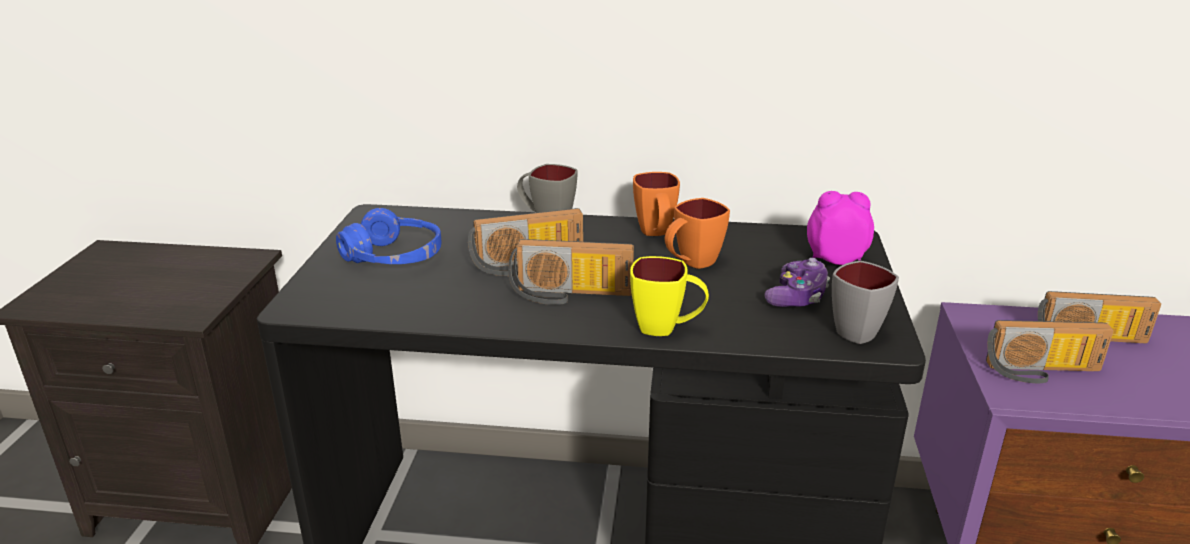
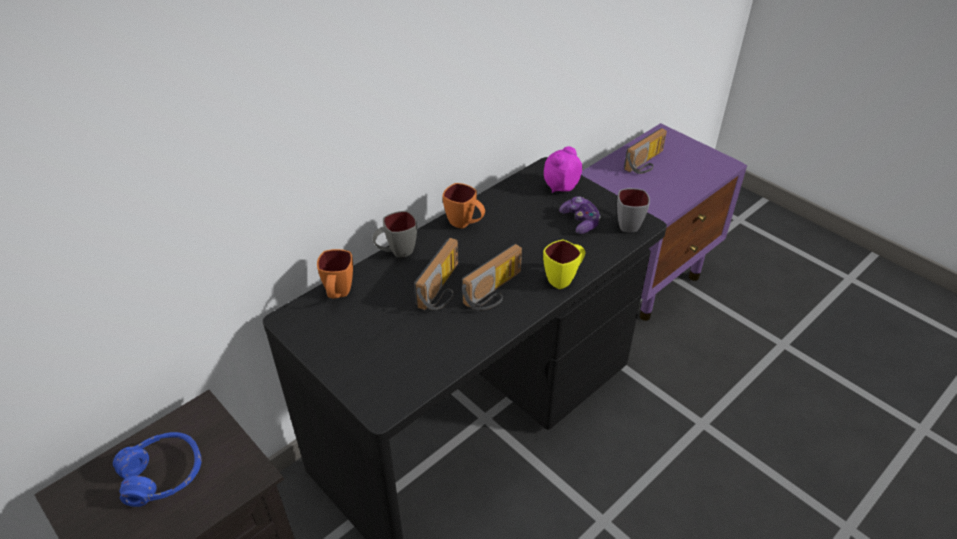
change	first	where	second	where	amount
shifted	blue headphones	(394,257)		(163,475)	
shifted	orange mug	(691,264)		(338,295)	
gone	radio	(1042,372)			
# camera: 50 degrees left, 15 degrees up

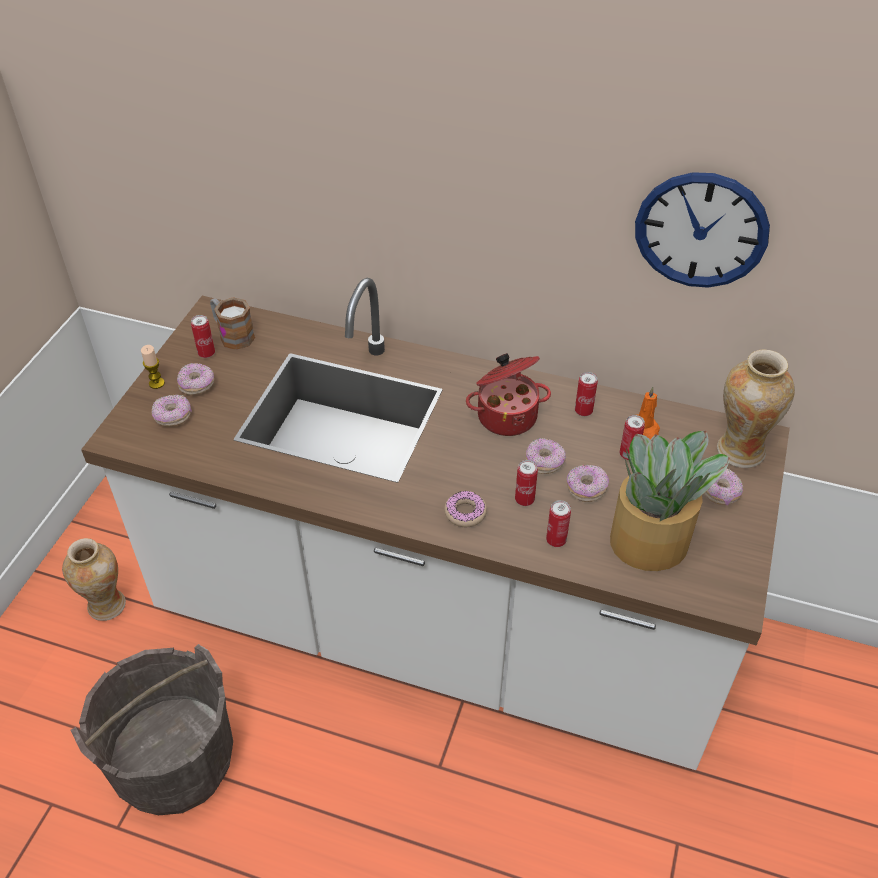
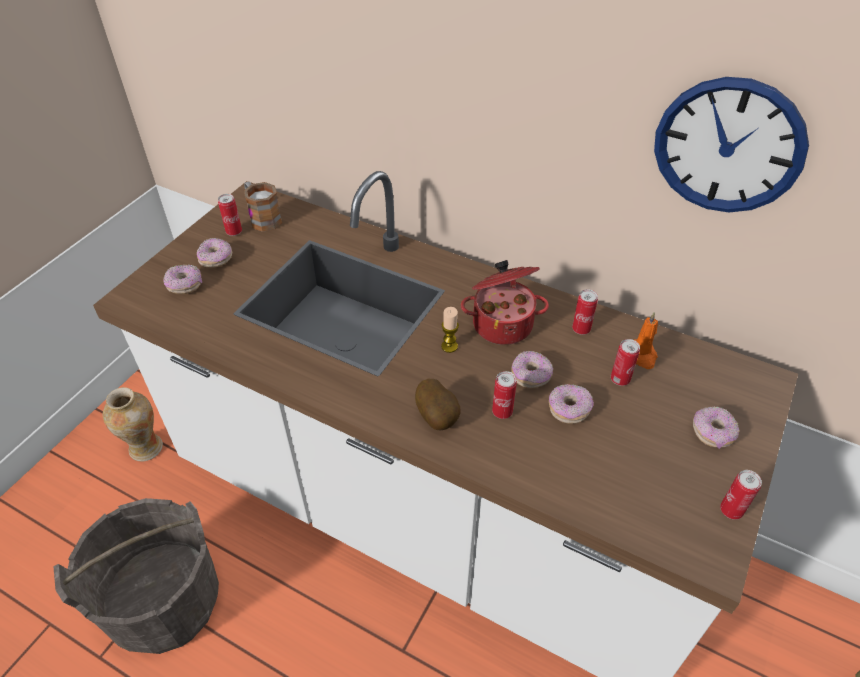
change	first	where	second	where	amount
shifted	candle	(156,383)		(449,346)	
swapped	donut	(465,513)	potato	(438,417)	
shifted	can	(556,540)		(731,510)	
gone	potted plant	(651,542)			
gone	vase	(740,451)			
# camera: 10 degrees right, 0 degrees up

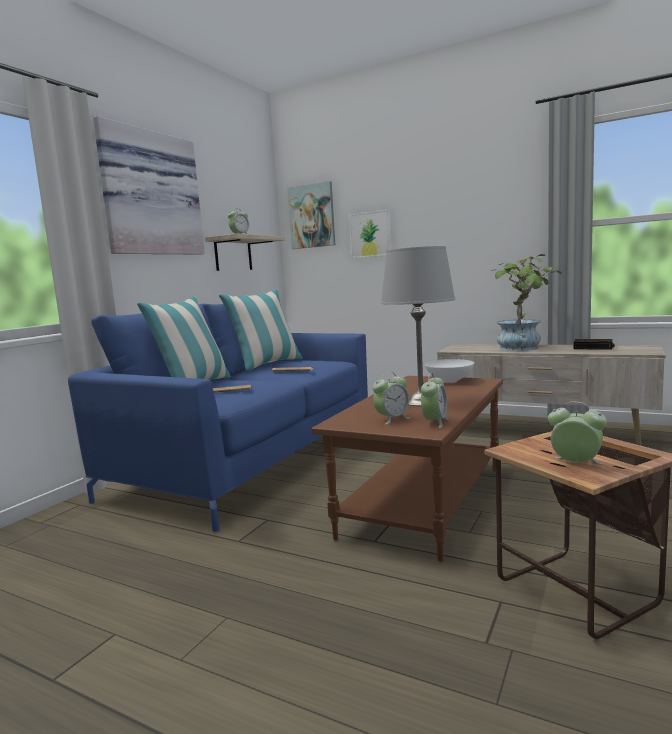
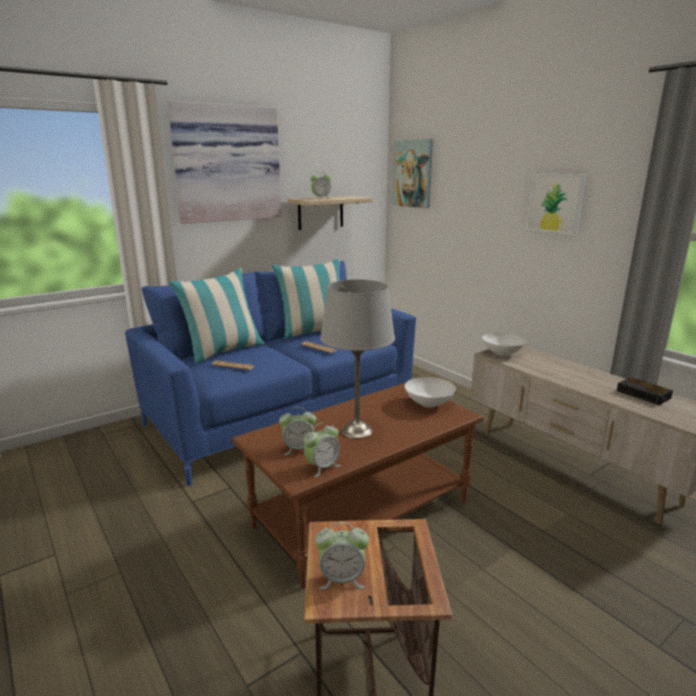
change	first	where	second	where	amount
shifted	picture	(370,234)		(555,203)	
gone	potted plant	(524,348)			
rotated	alarm clock	(576,464)		(342,578)	120 degrees clockwise
new			white bowl	(502,353)	
# camera: 25 degrees right, 10 degrees up

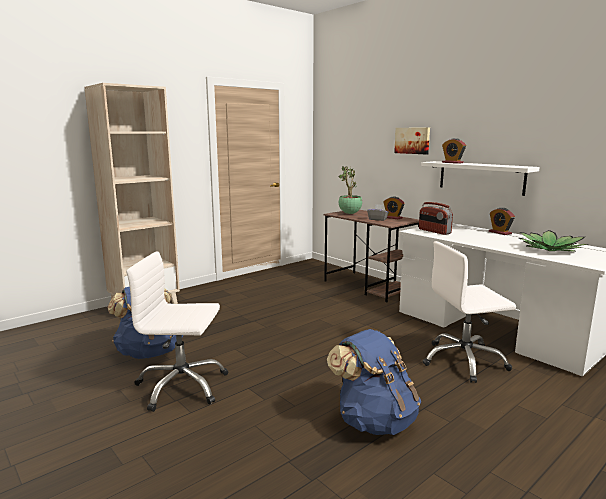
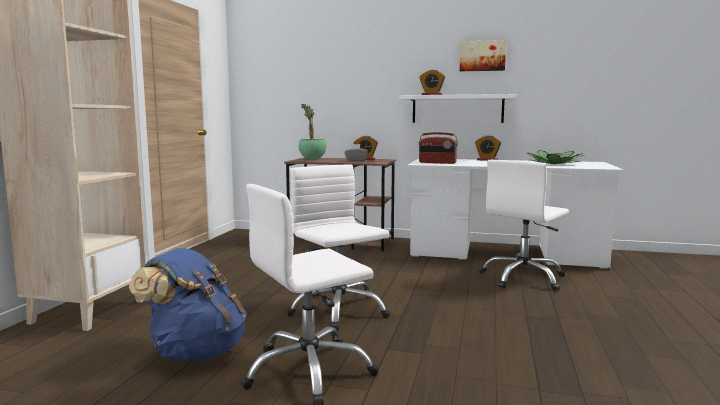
change	first	where	second	where	amount
gone	blue backpack	(374,420)			
shifted	picture	(412,140)		(482,56)	
new			white office chair	(338,310)	
# camera: 35 degrees left, 5 degrees down

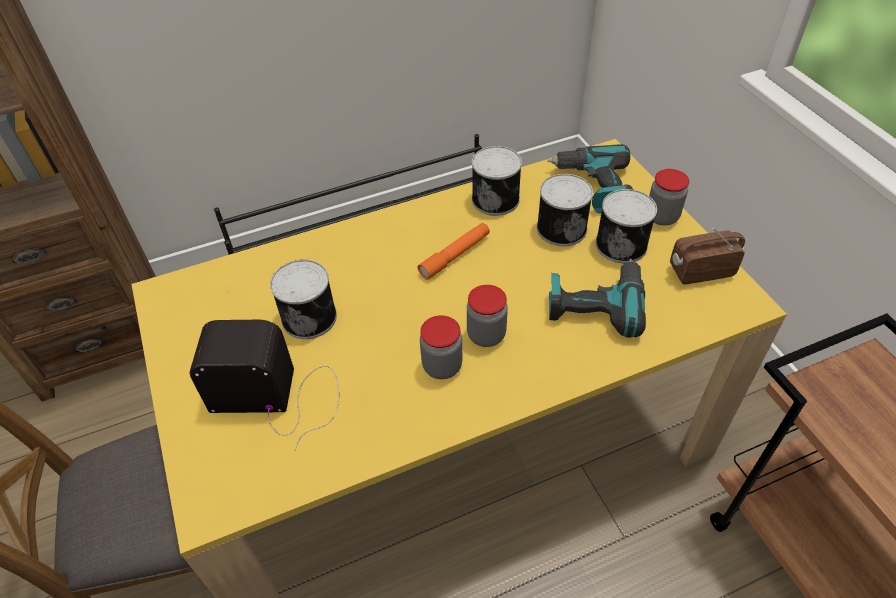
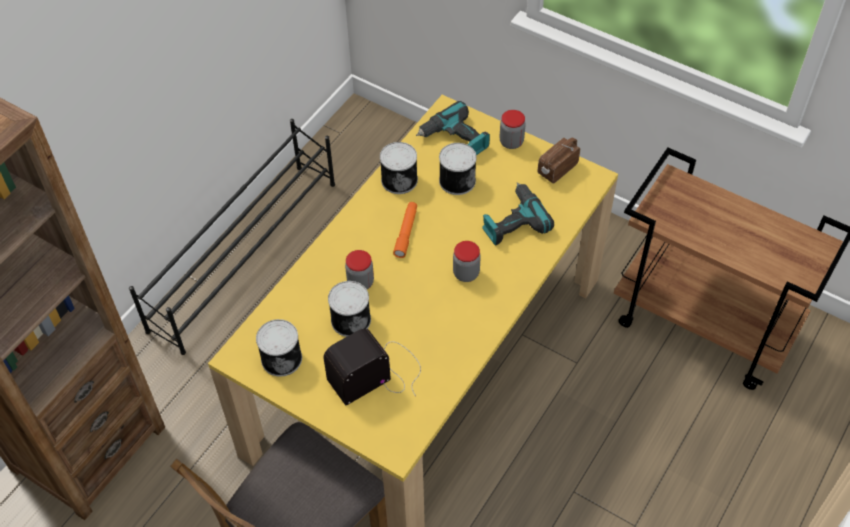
change	first	where	second	where	amount
shifted	jar	(442,366)		(360,282)	
shifted	can	(621,244)		(281,357)	
# camera: 35 degrees left, 5 degrees up

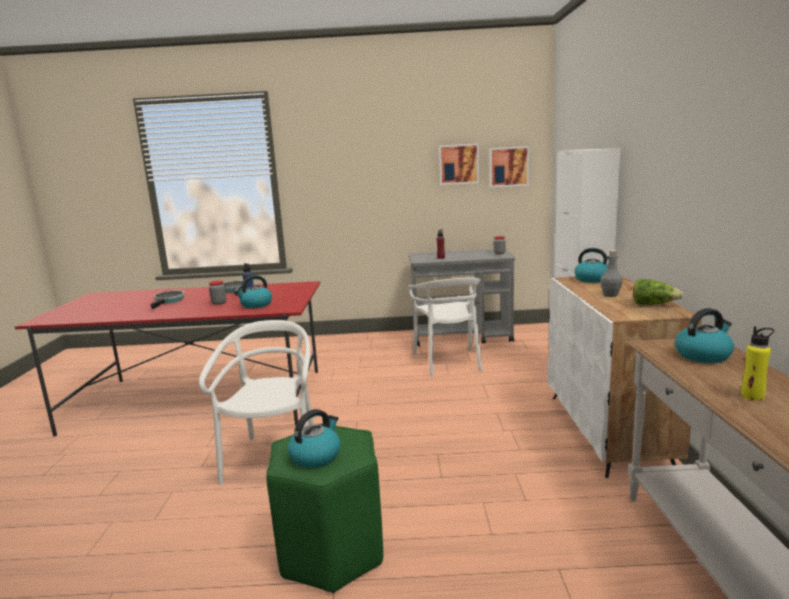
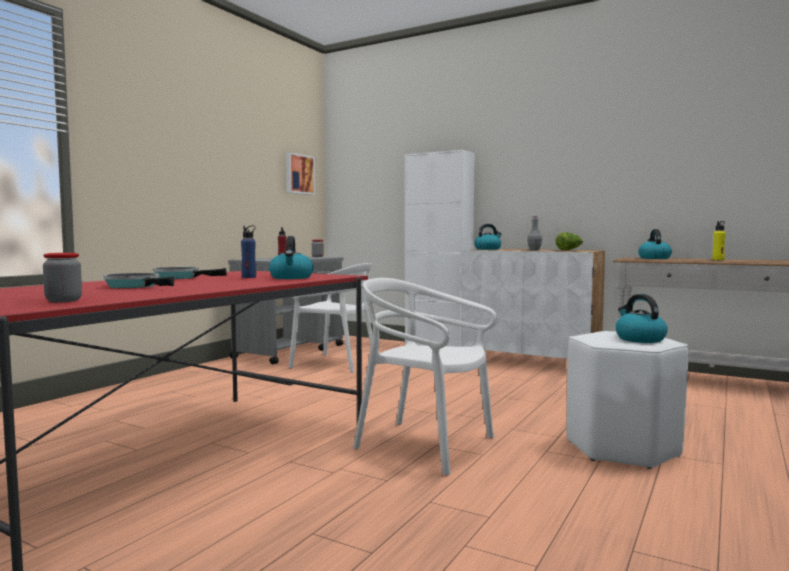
change	first	where	second	where	amount
shifted	jar	(219,303)		(63,301)	
repainted	green stool	(331,551)	white stool	(621,448)	
gone	picture	(458,164)			
# camera: 60 degrees left, 10 degrees down

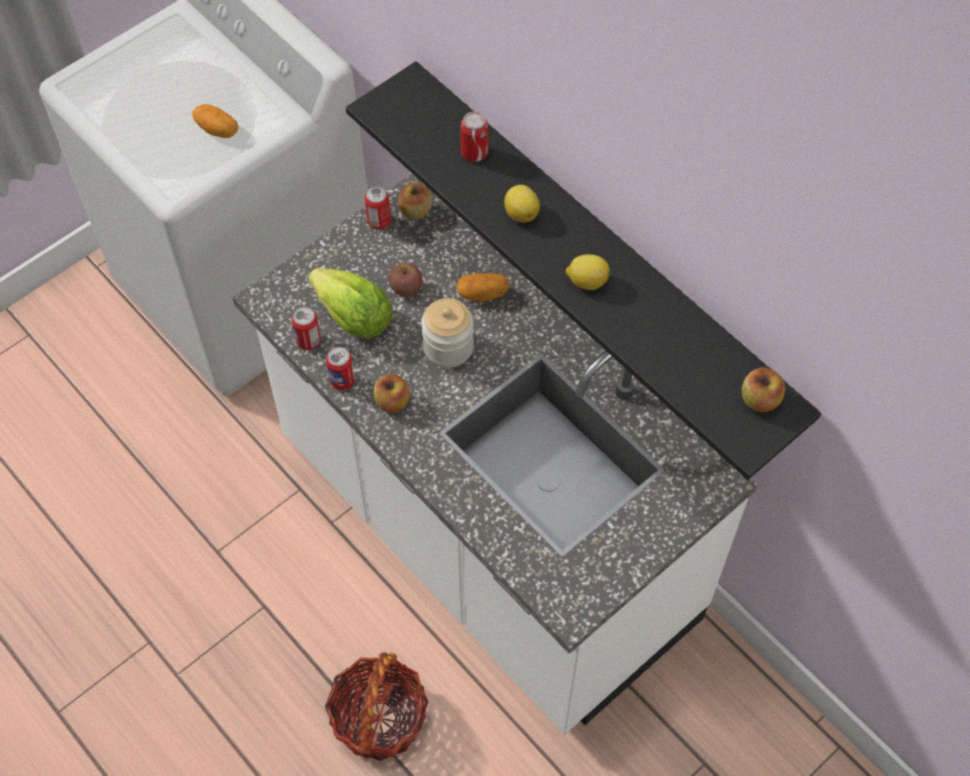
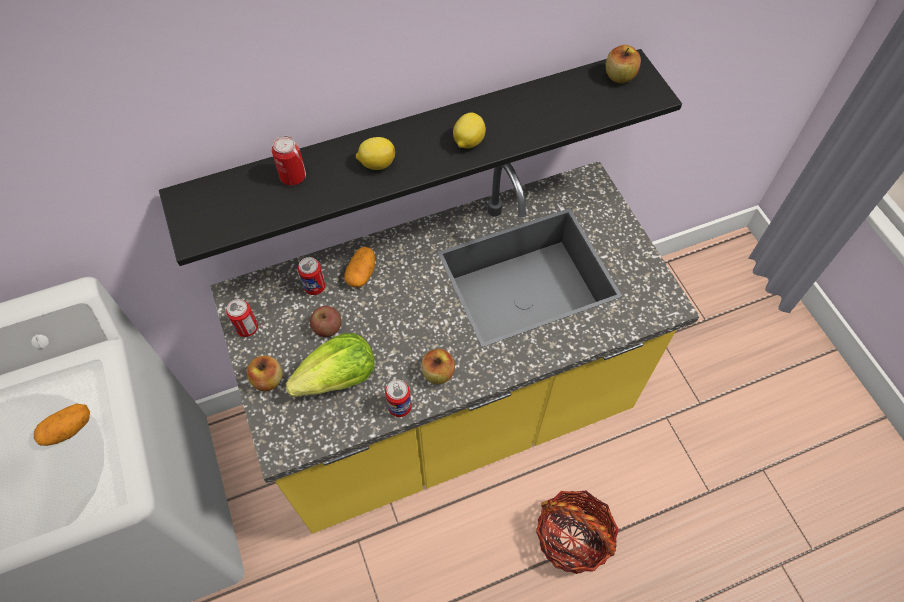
change	first	where	second	where	amount
repainted	white counter	(485,534)	yellow counter	(452,414)	
shifted	can	(308,341)		(315,287)	
shifted	apple	(415,211)		(268,380)	
gone	jar	(448,347)			
# camera: 70 degrees left, 0 degrees up

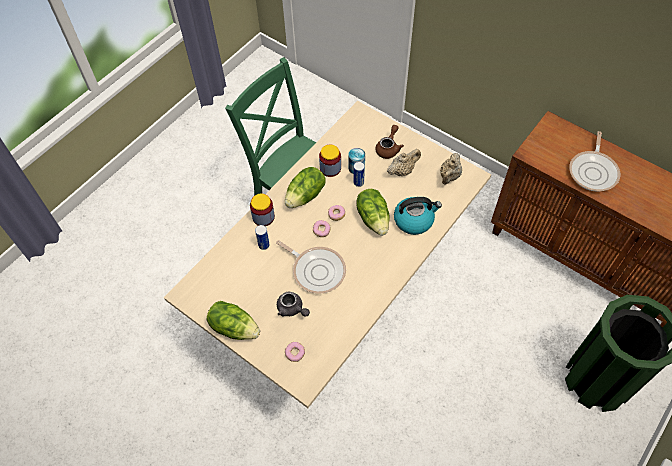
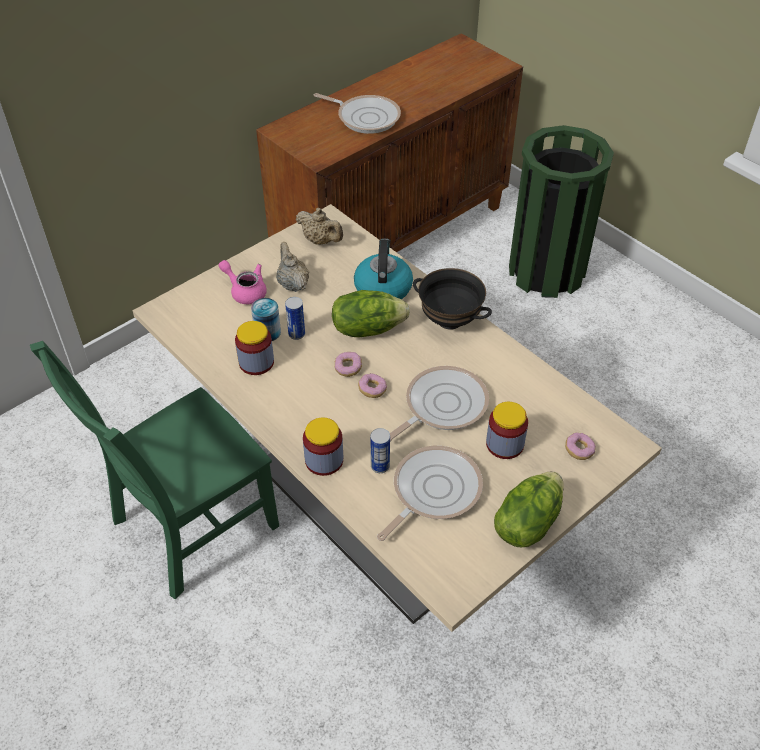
change	first	where	second	where	amount
swapped	grey teapot	(292,309)	jar	(504,444)	
gone	lettuce	(306,196)			
repainted	brown teapot	(388,148)	pink teapot	(245,291)	
new			frying pan	(432,491)	
new			black bowl	(450,320)	
# camera: 80 degrees left, 10 degrees down

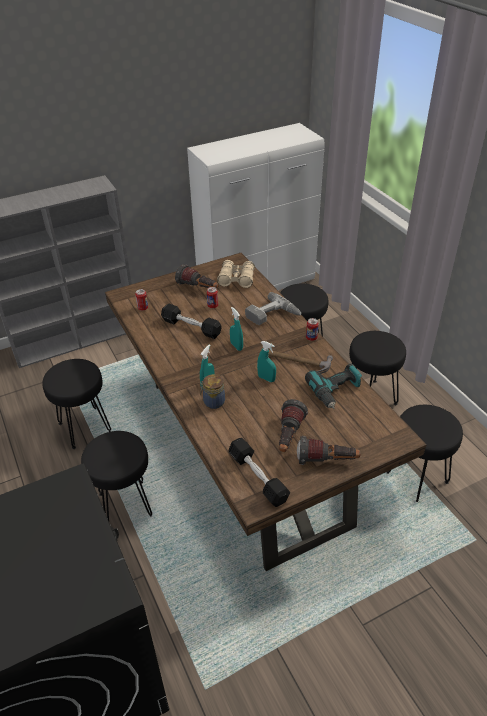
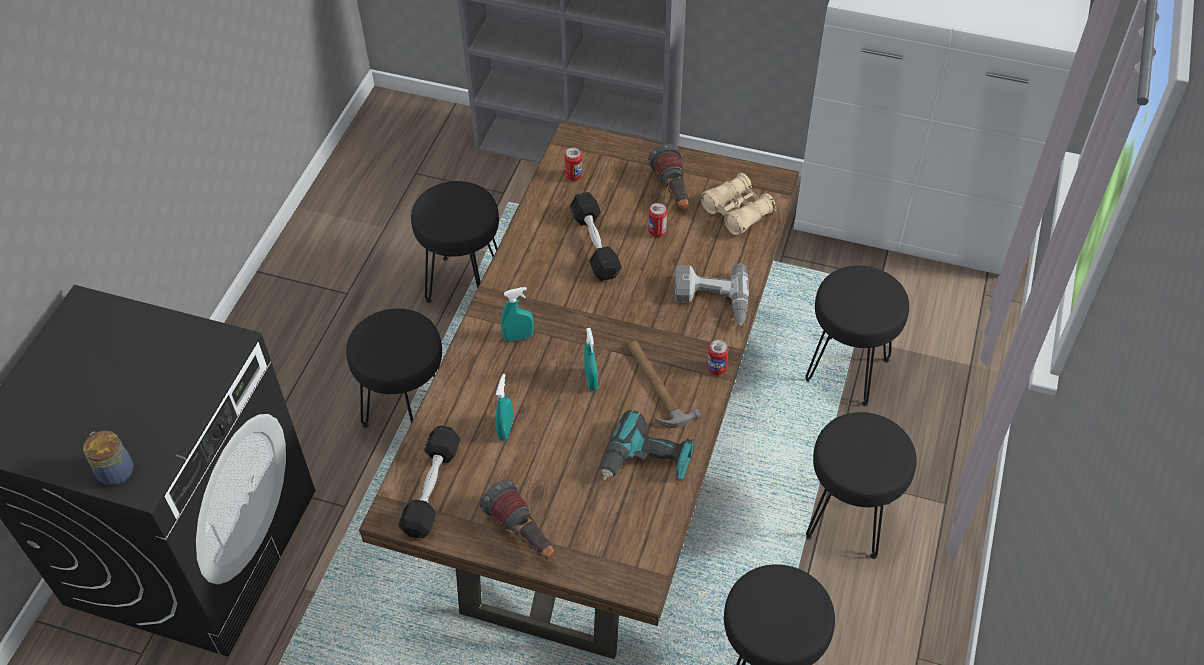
change	first	where	second	where	amount
shifted	jar	(213,402)		(115,470)	
shifted	turquoise spray bottle	(236,346)		(505,429)	
gone	flashlight	(288,437)			
# camera: 45 degrees right, 10 degrees up

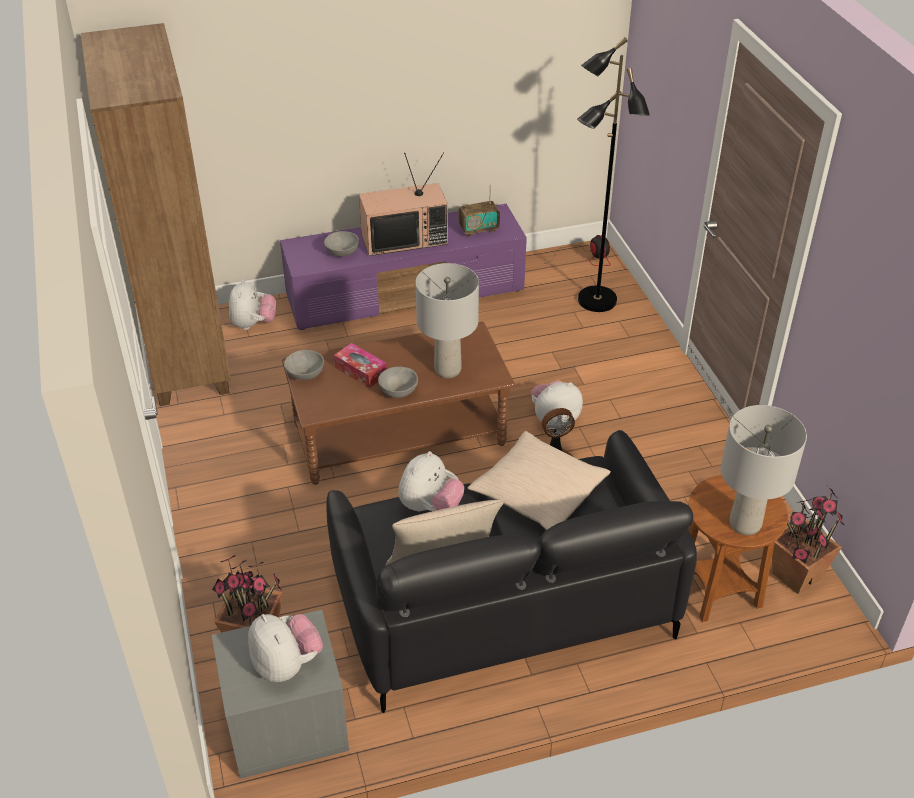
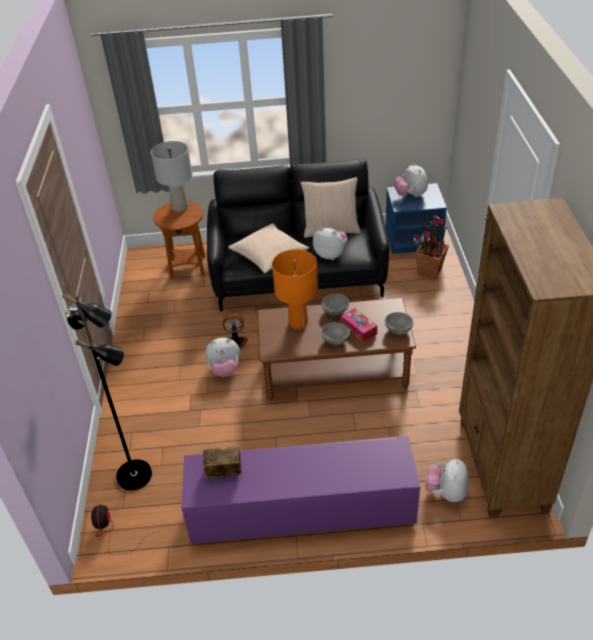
change	first	where	second	where	amount
repainted	grey nightstand	(285,726)	blue nightstand	(413,239)	
shifted	grey bowl	(342,253)		(335,340)	
gone	television	(405,238)			
rotated	plush toy	(430,507)		(331,254)	75 degrees clockwise
repainted	grey table lamp	(448,370)	orange table lamp	(298,323)	
gone	potted plant	(795,575)			
# camera: 165 degrees left, 0 degrees up

